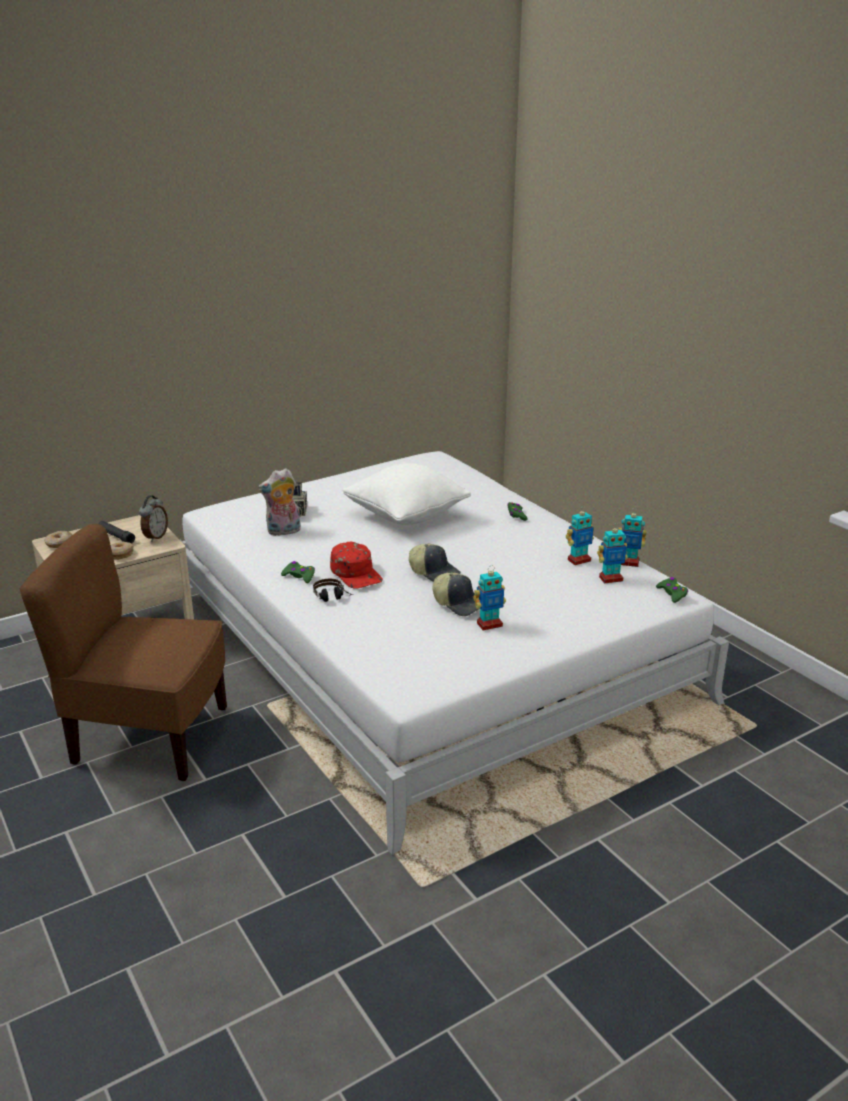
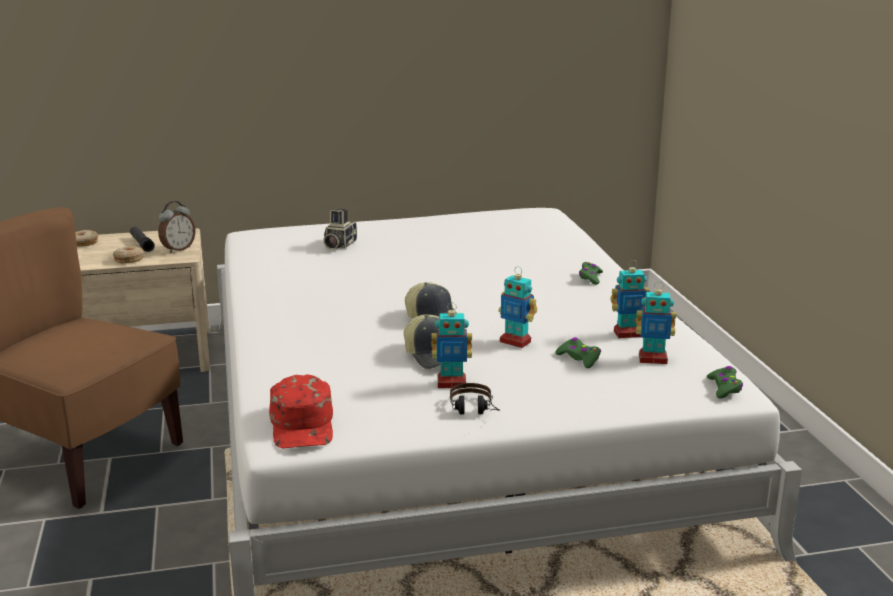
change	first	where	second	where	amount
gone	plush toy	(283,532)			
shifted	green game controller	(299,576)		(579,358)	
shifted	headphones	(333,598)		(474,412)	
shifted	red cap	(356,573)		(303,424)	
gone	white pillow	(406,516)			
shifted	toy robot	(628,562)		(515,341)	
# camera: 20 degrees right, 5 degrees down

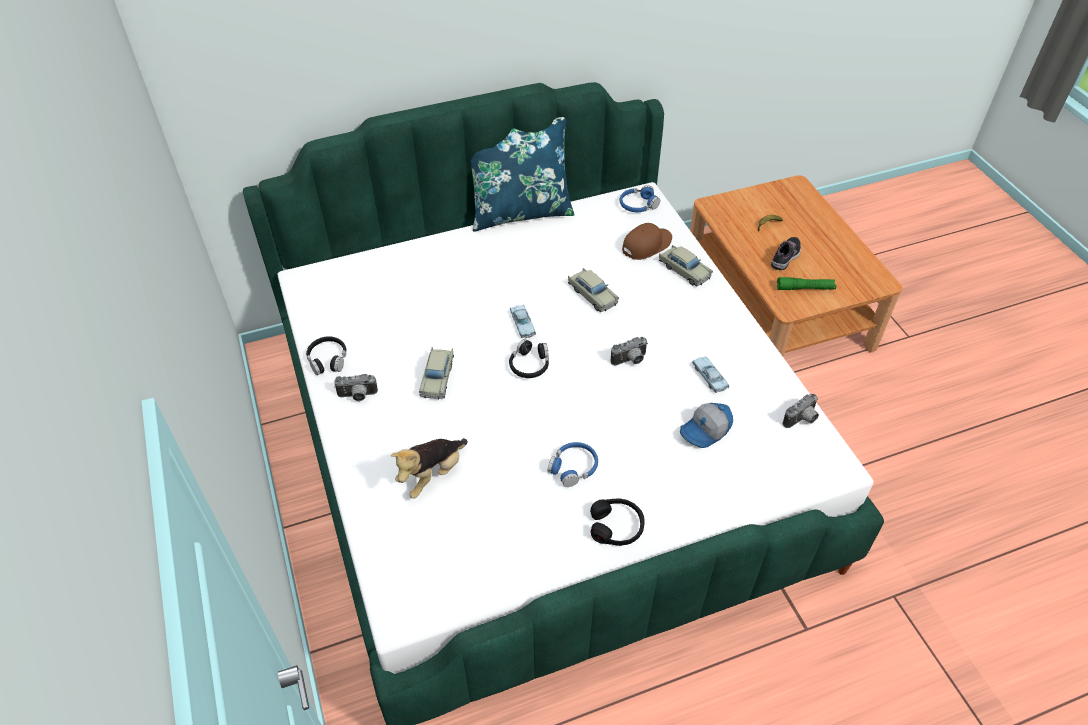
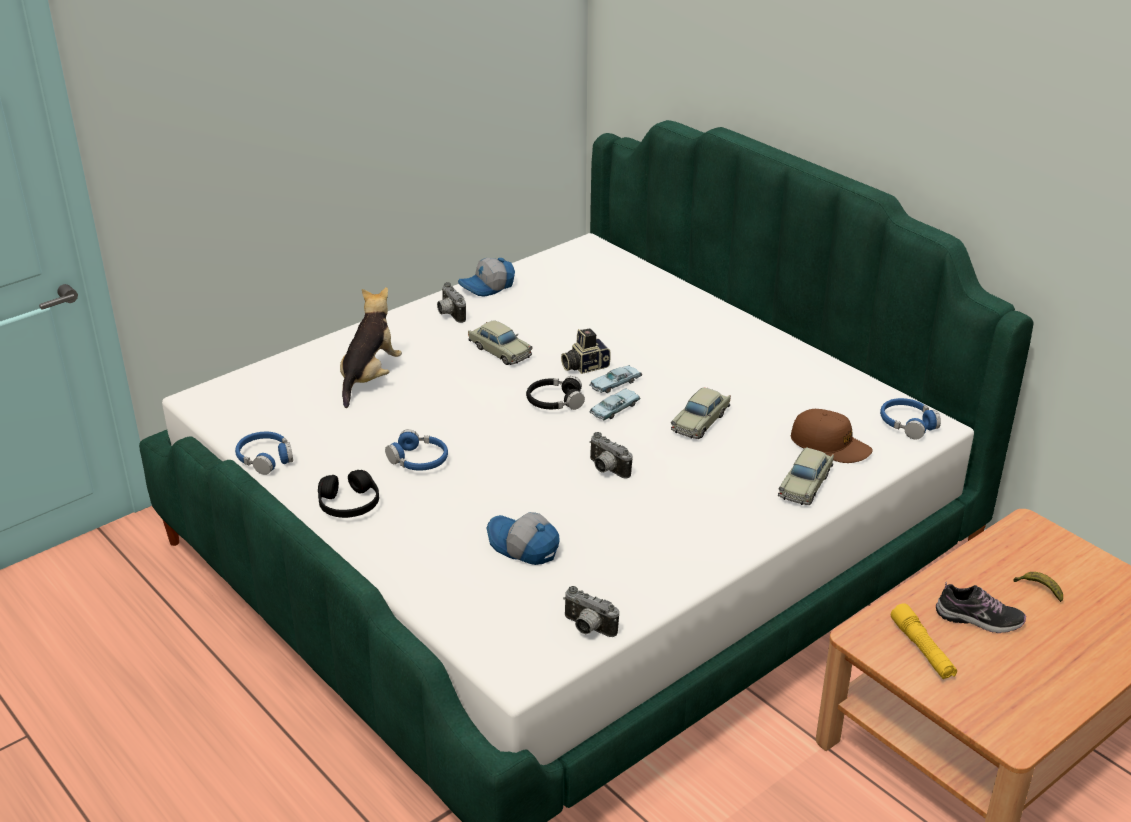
change	first	where	second	where	amount
swapped	black headphones	(328,359)	cap	(488,287)	
rotated	plush toy	(432,475)		(369,377)	90 degrees clockwise
rotated	beige toy car	(438,378)		(500,351)	120 degrees counterclockwise
gone	blue pillow	(520,212)			
shifted	blue toy car	(709,377)		(615,409)	
repainted	green flashlight	(805,288)	yellow flashlight	(922,649)	
new			blue headphones	(265,458)	
new			photo camera	(584,366)	
# camera: 70 degrees right, 15 degrees down

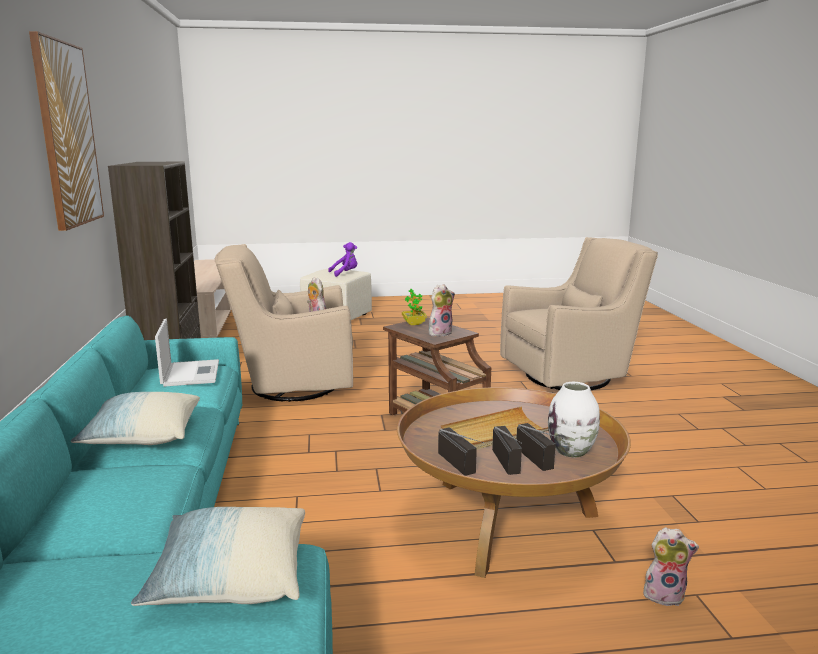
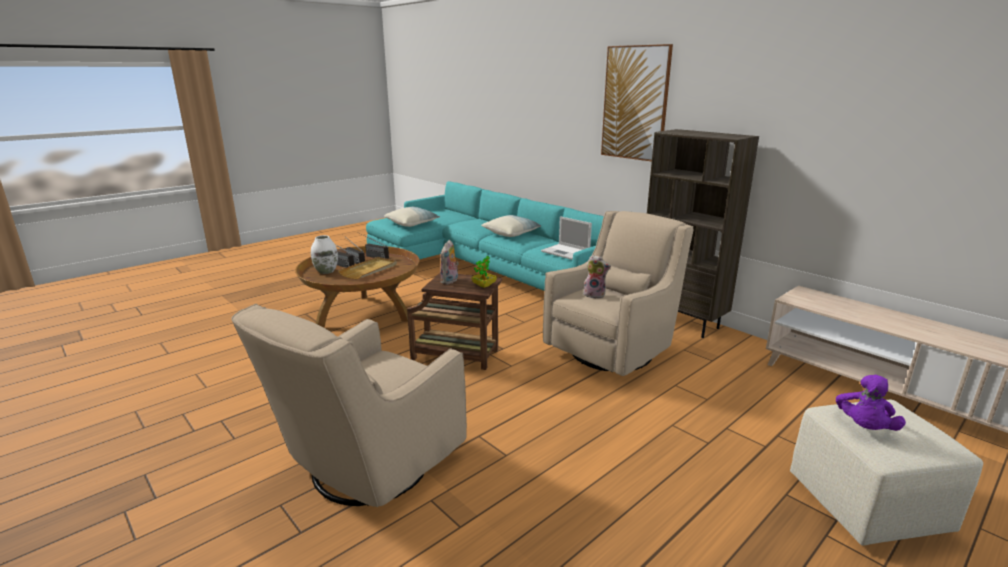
change	first	where	second	where	amount
gone	plush toy	(664,594)			
# camera: 145 degrees right, 5 degrees up

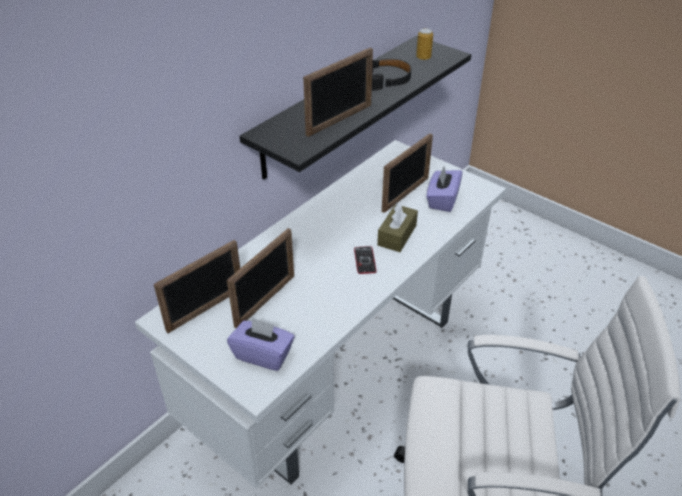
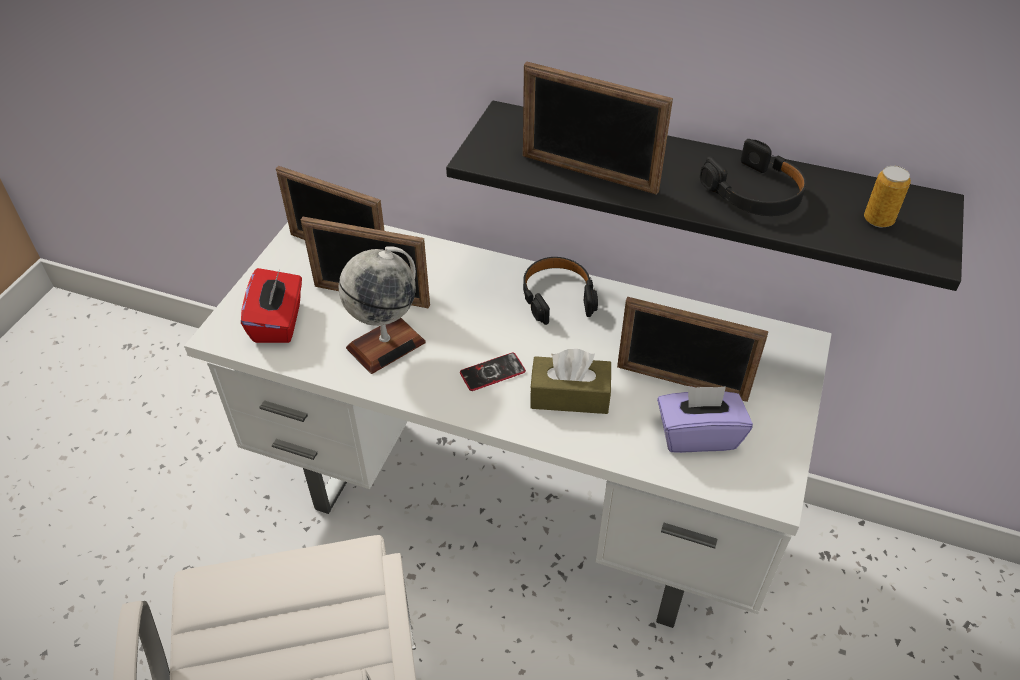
change	first	where	second	where	amount
repainted	purple tissue box	(263,354)	red tissue box	(278,322)	
new			globe	(386,344)	
new			black headphones	(557,296)	
# camera: 70 degrees right, 5 degrees up

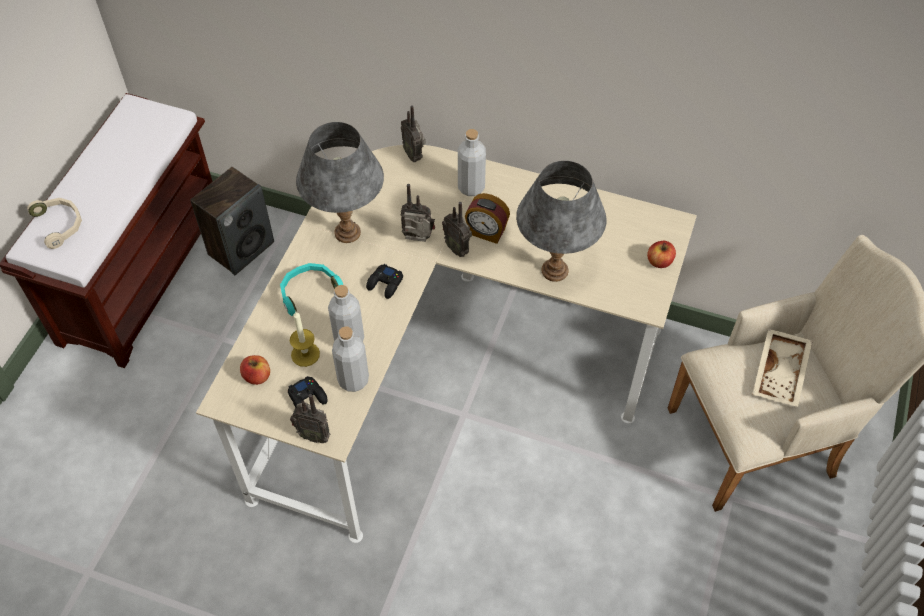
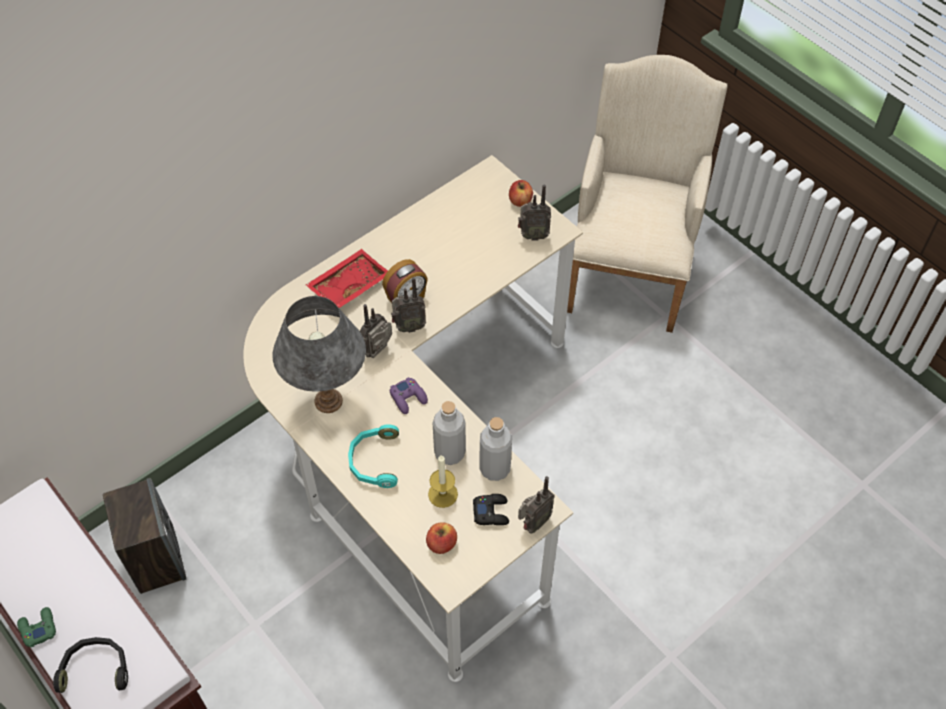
change	first	where	second	where	amount
repainted	beige headphones	(60,225)	black headphones	(96,668)	
repainted	black game controller	(385,284)	purple game controller	(408,398)	
shifted	radio	(414,155)		(533,235)	
swapped	grey bottle	(471,187)	red tray	(348,285)	
gone	grey table lamp	(554,270)			
gone	beige tray	(781,373)			
new			green game controller	(38,628)	
# camera: 60 degrees left, 0 degrees up

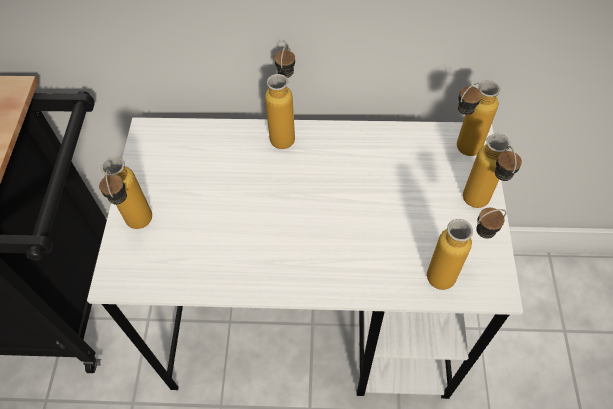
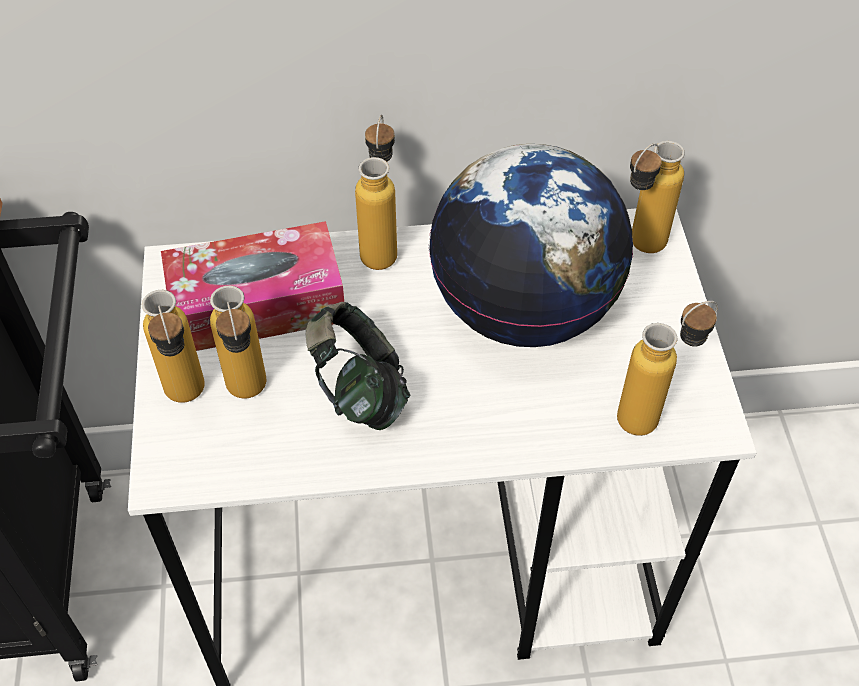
change	first	where	second	where	amount
shifted	bottle	(479,207)		(249,397)	
new			tissue box	(257,304)	
new			headphones	(359,391)	
new			globe	(524,309)	
# camera: 10 degrees left, 5 degrees down

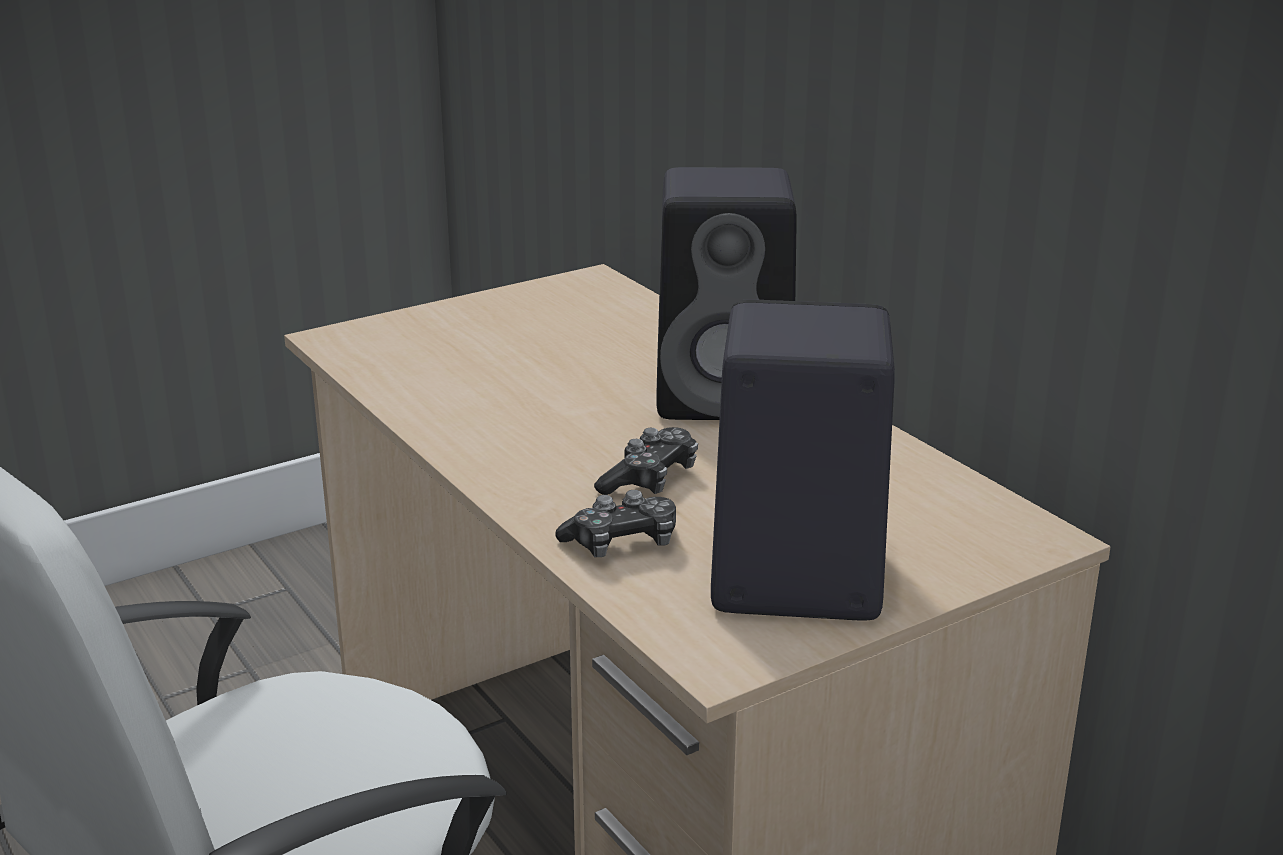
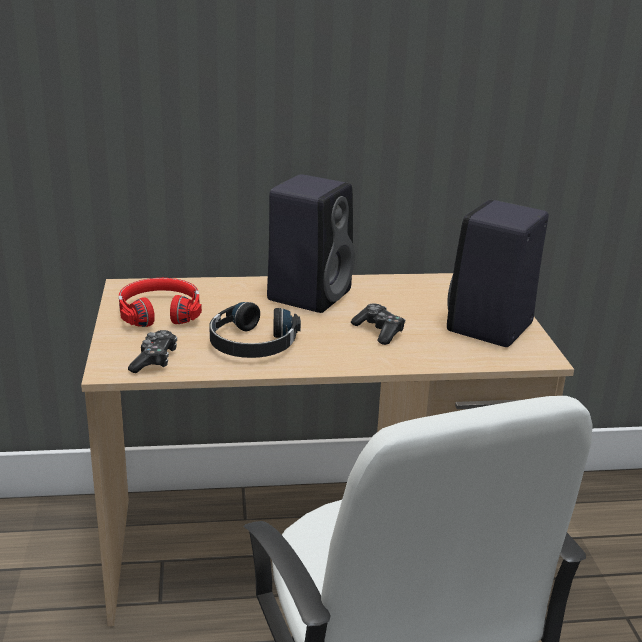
change	first	where	second	where	amount
shifted	game controller	(622,543)		(154,360)	
new			red headphones	(159,312)	
new			black headphones	(252,344)	
# camera: 65 degrees left, 0 degrees up

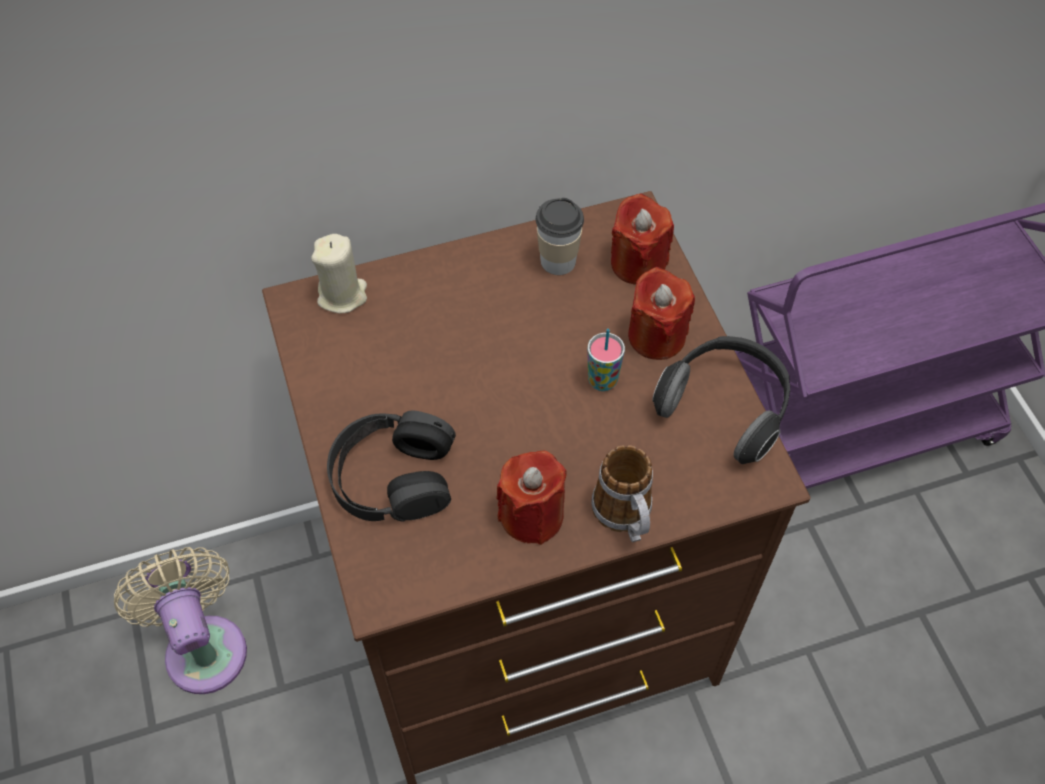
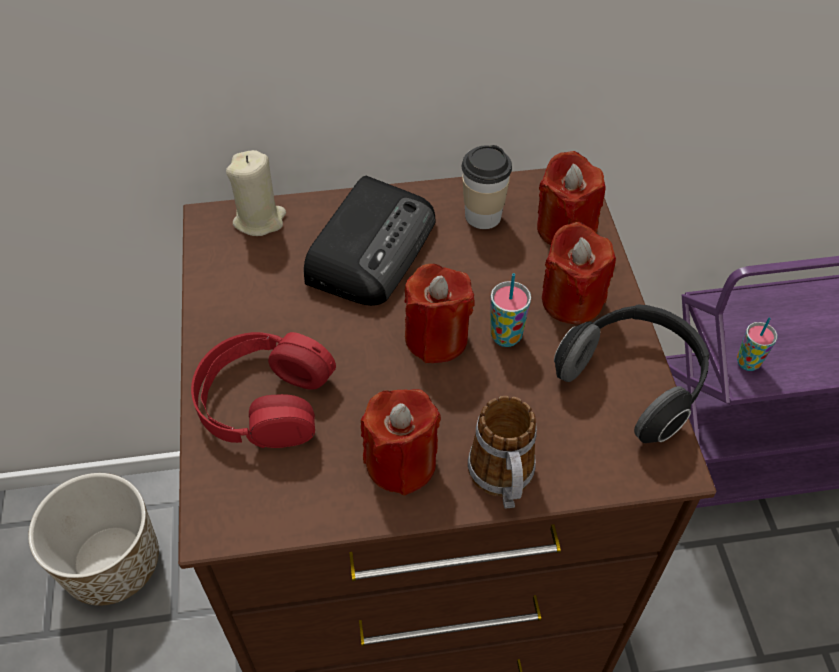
change	first	where	second	where	amount
swapped	beige fan	(203,646)	planter	(112,563)	
repainted	black headphones	(393,476)	red headphones	(264,400)	
new			radio	(372,247)	
new			red candle	(436,338)	
new			cup	(747,363)	
# camera: 10 degrees right, 5 degrees down

